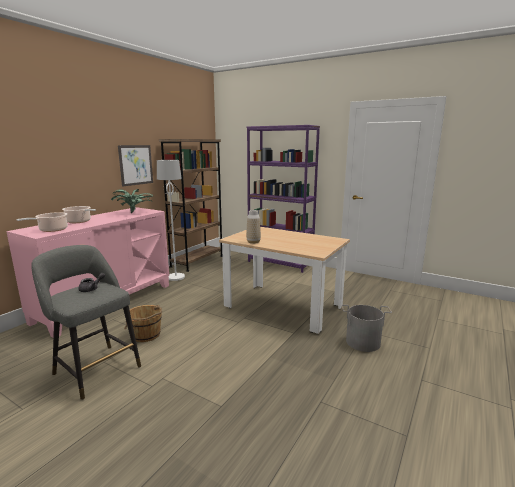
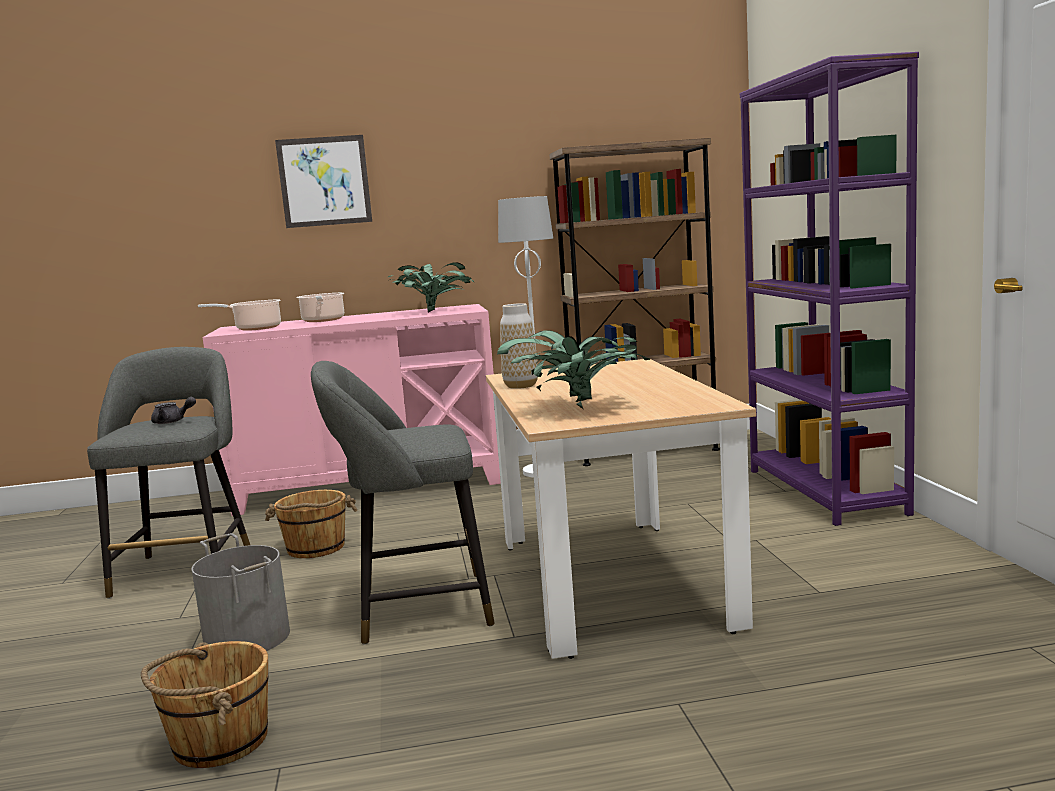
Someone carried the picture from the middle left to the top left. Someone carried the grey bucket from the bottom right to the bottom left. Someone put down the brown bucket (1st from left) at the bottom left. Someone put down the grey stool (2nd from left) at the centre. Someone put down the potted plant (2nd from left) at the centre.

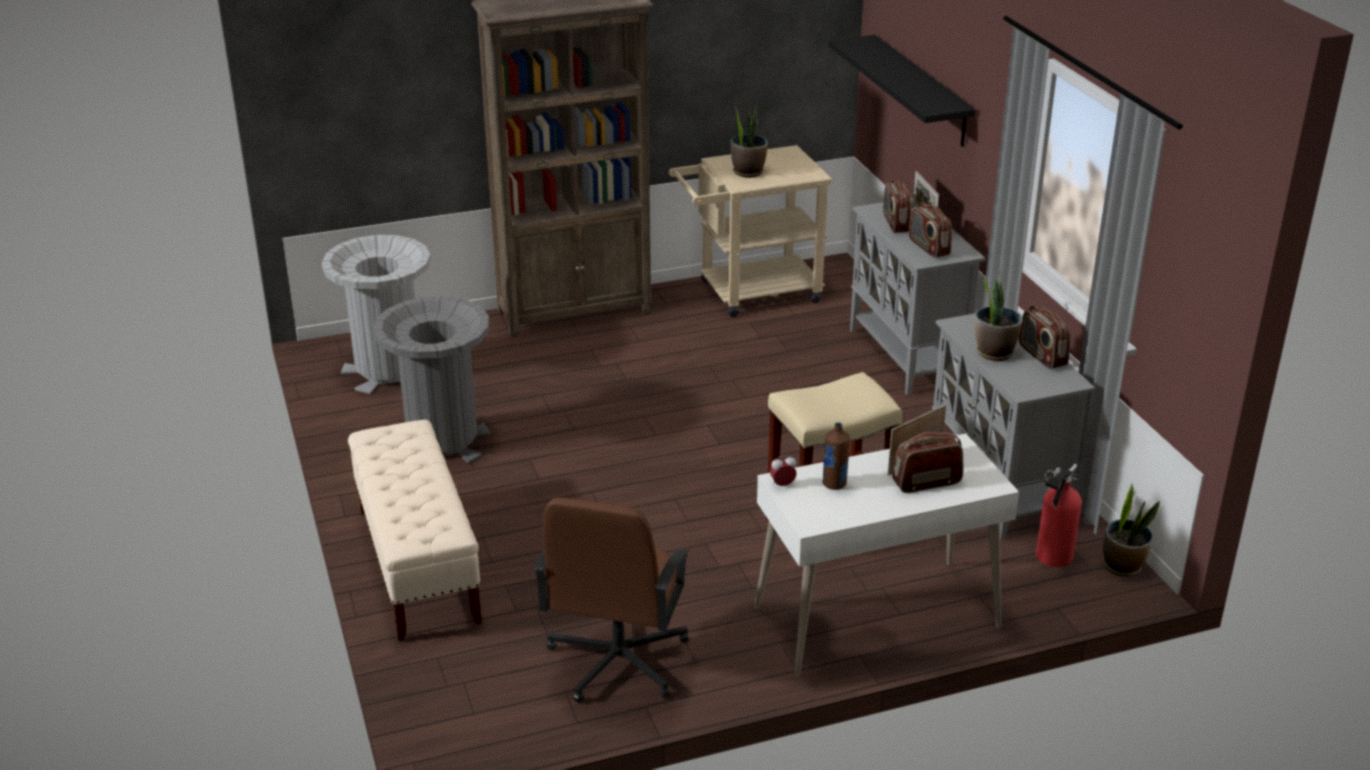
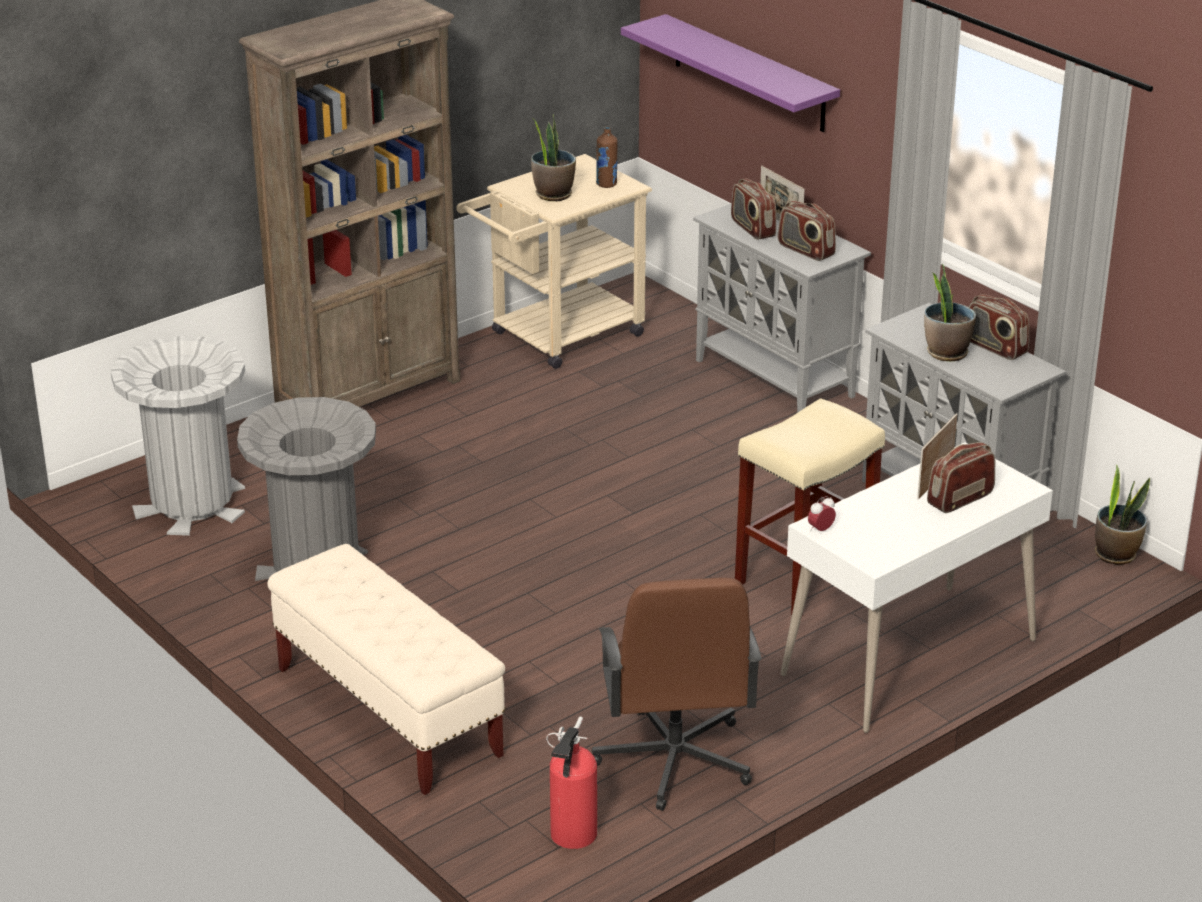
Someone carried the brown bottle from the centre to the top centre. Someone repainted the black shelf at the top centre, which became the purple shelf at the top centre. Someone carried the fire extinguisher from the bottom right to the bottom centre.

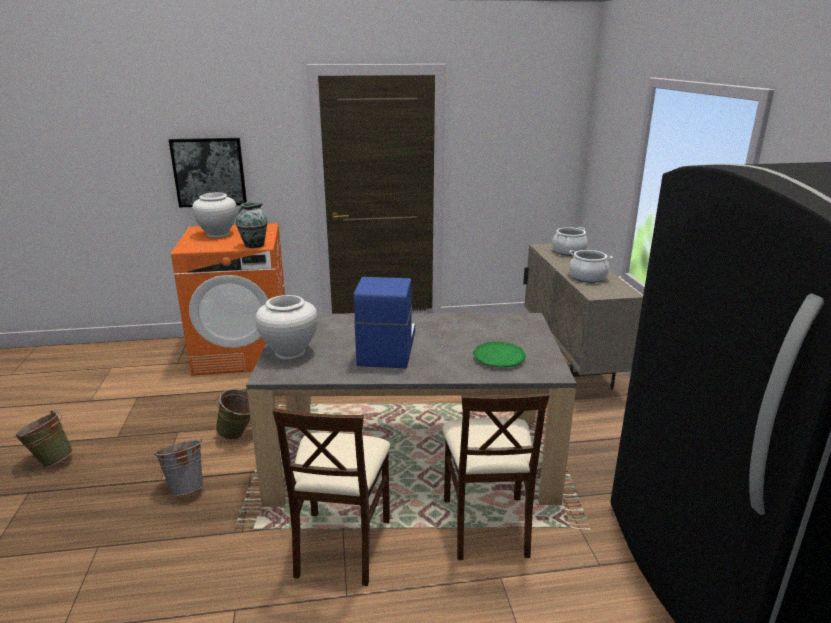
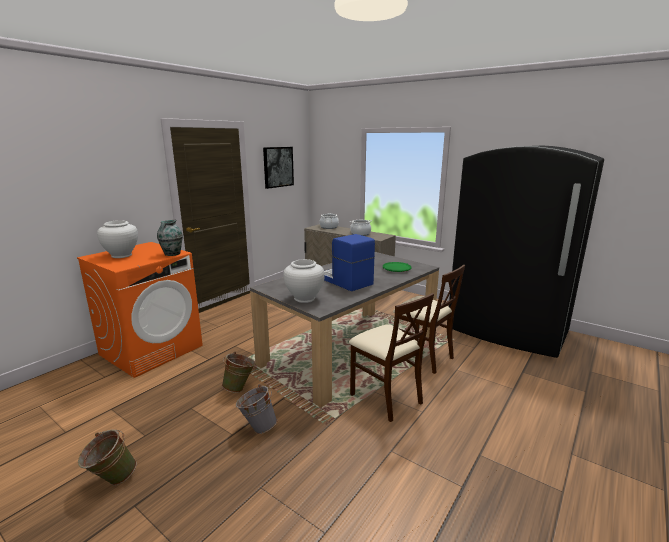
Someone carried the picture from the top left to the top centre.

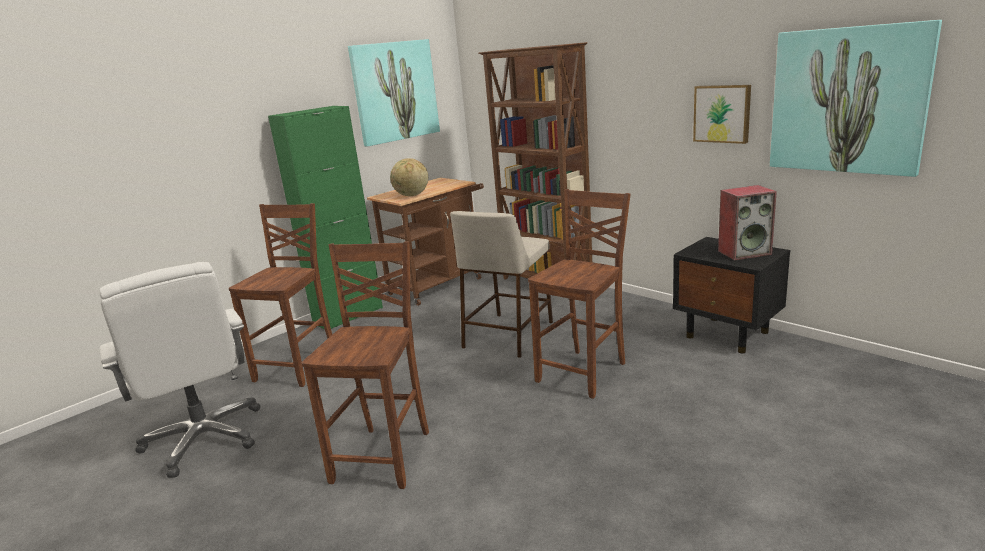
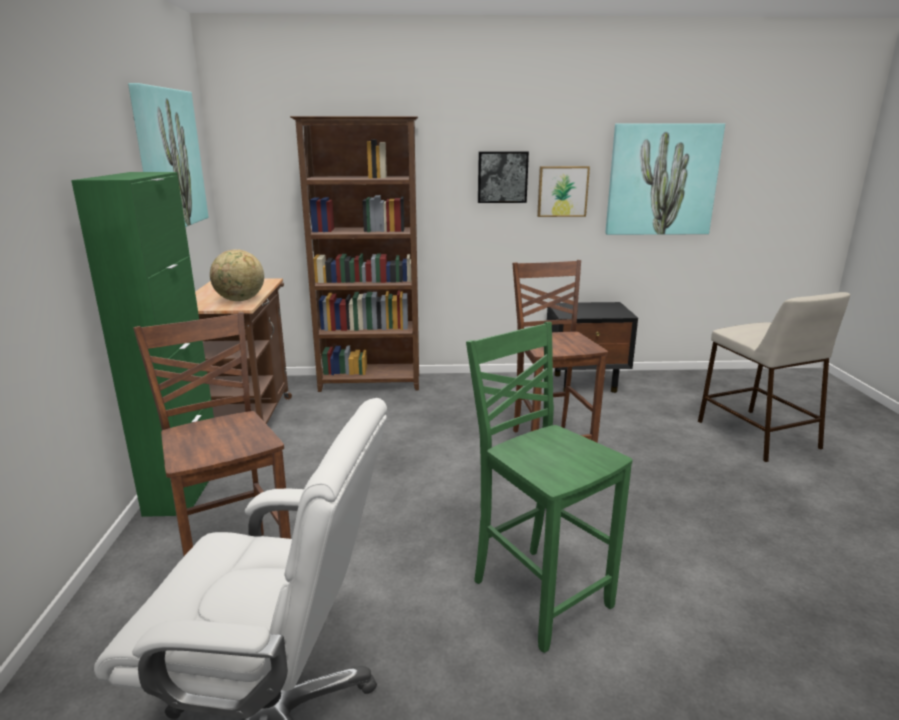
Someone repainted the brown chair (2nd from left) at the centre, which became the green chair at the bottom centre. Someone carried the beige stool from the centre to the middle right. Someone took away the speaker at the middle right. Someone put up the picture (2nd from left) at the top centre.

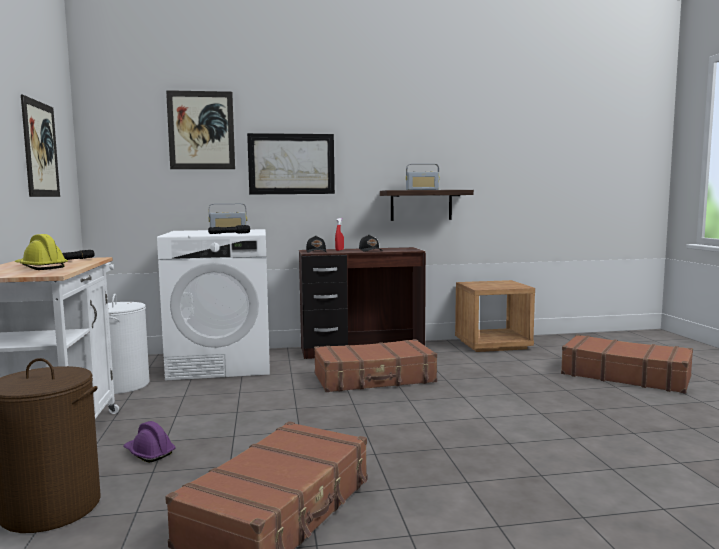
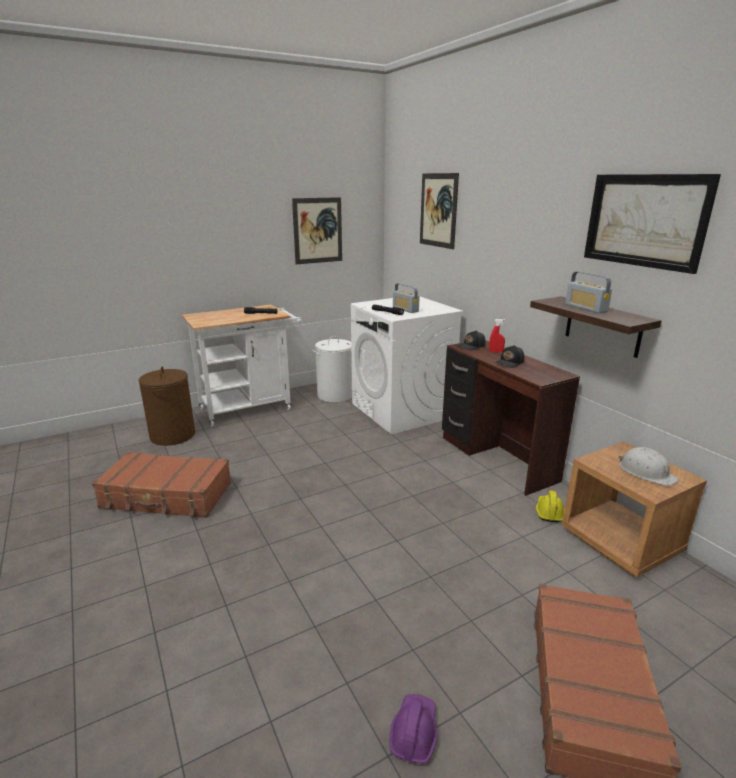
Someone carried the yellow hard hat from the middle left to the middle right. Someone carried the purple hard hat from the bottom left to the bottom centre. Someone carried the picture (3rd from left) from the top centre to the top right. Someone took away the brown suitcase (2nd from left) at the centre. Someone put down the white hard hat at the middle right.

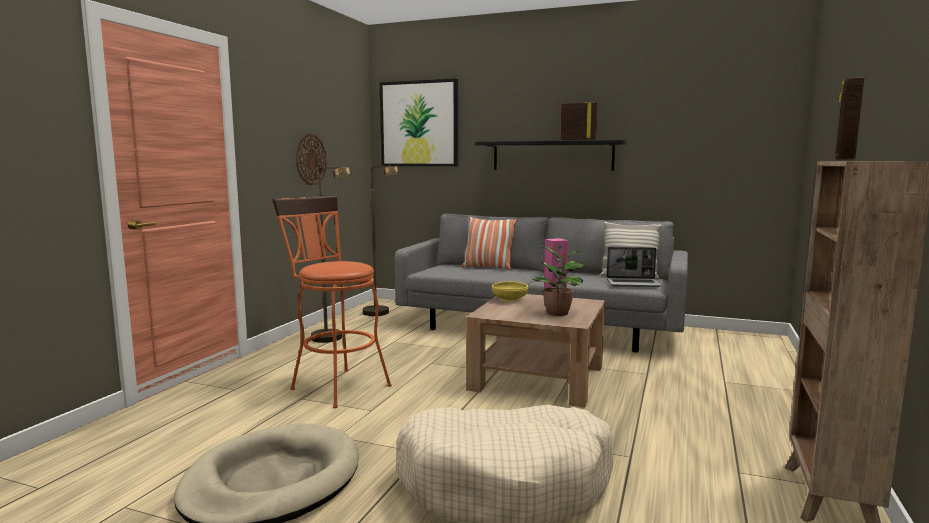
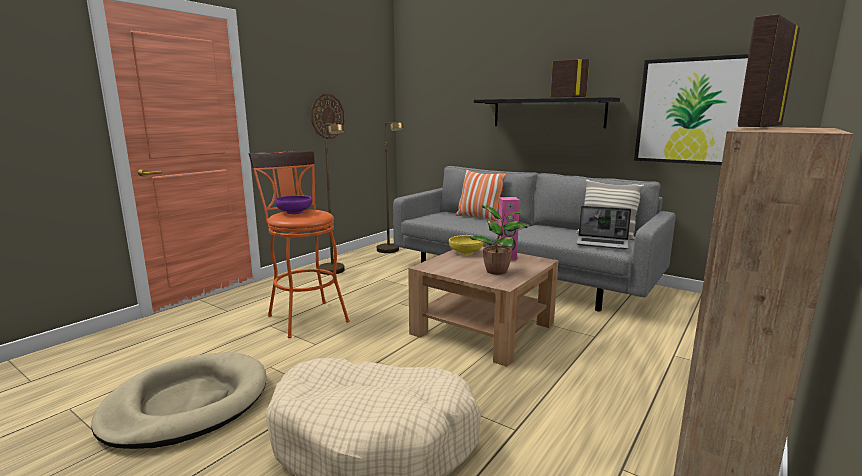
Someone carried the picture from the top centre to the top right. Someone put down the purple bowl at the centre.

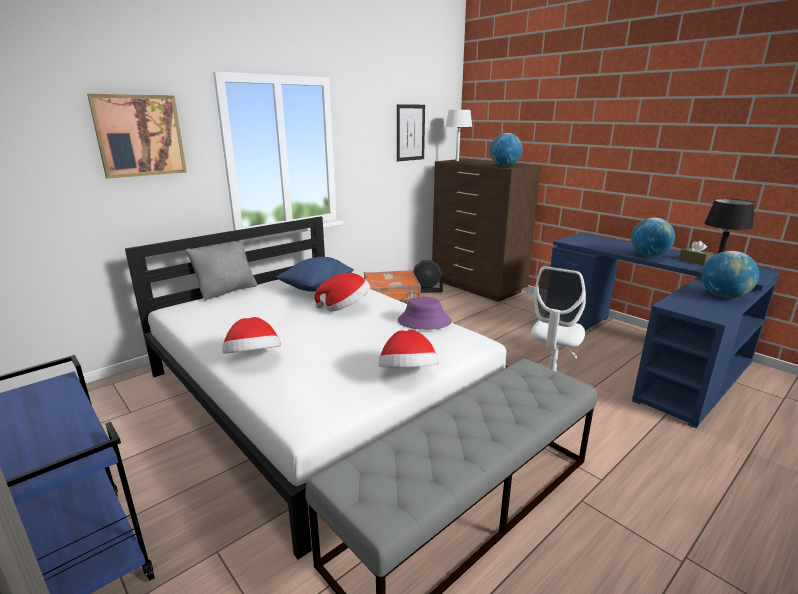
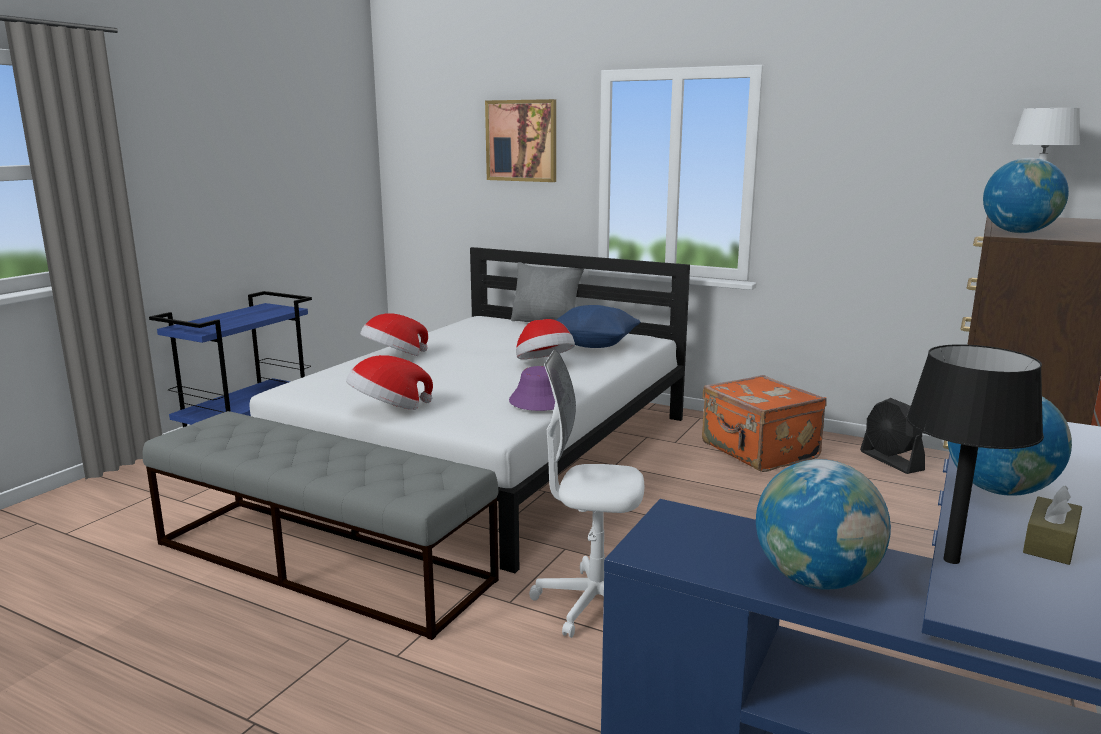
Someone took away the picture (2nd from left) at the top centre.

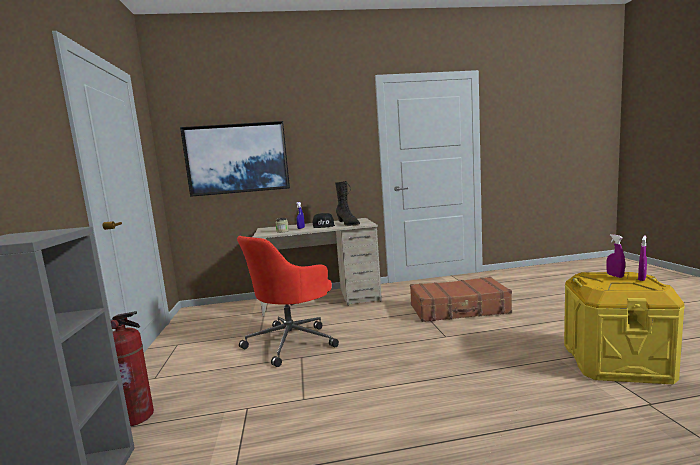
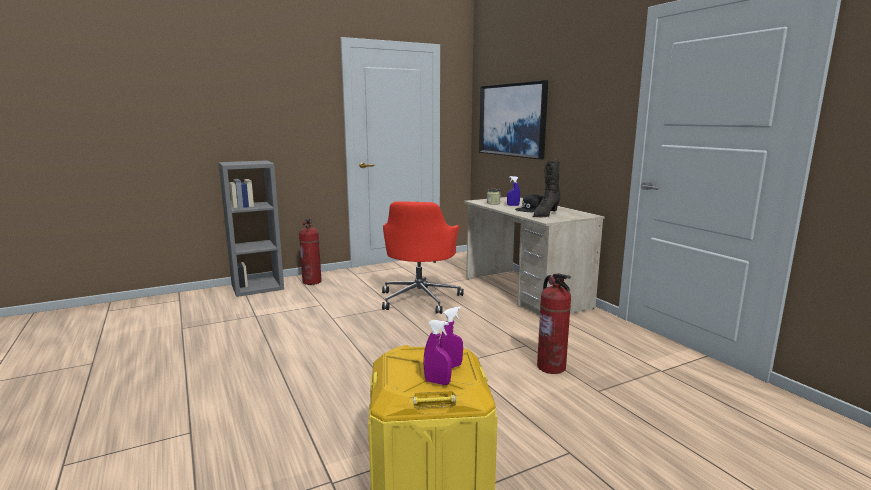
Someone rotated the red office chair at the centre by 105 degrees counterclockwise. Someone swapped the brown suitcase at the centre for the fire extinguisher (2nd from left) at the centre.

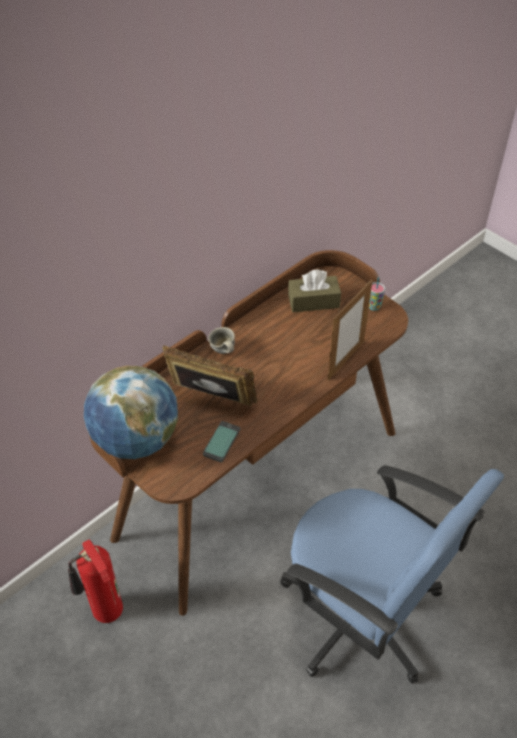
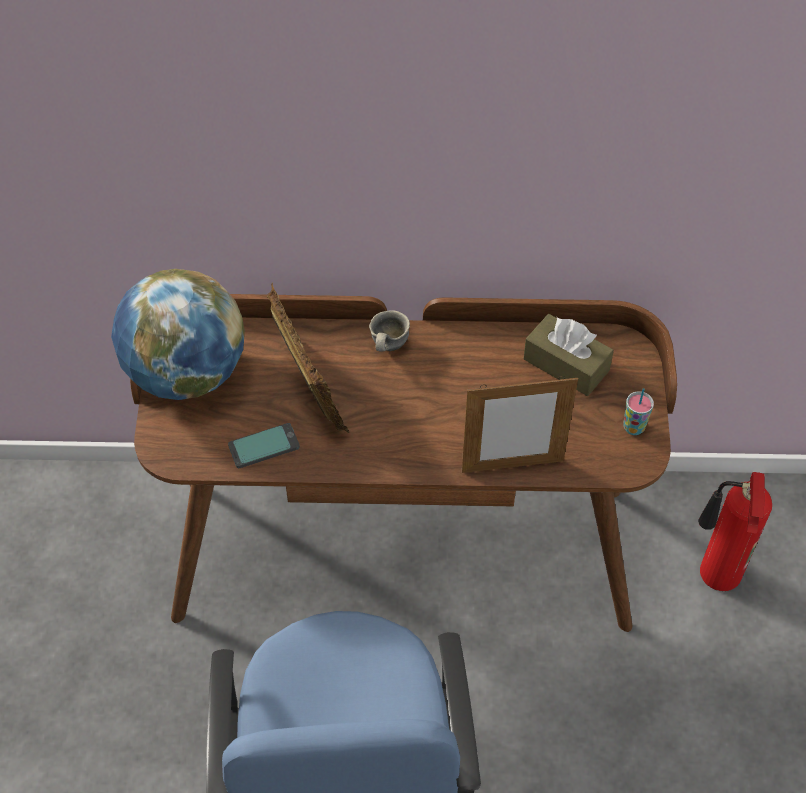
Someone carried the fire extinguisher from the bottom left to the bottom right.

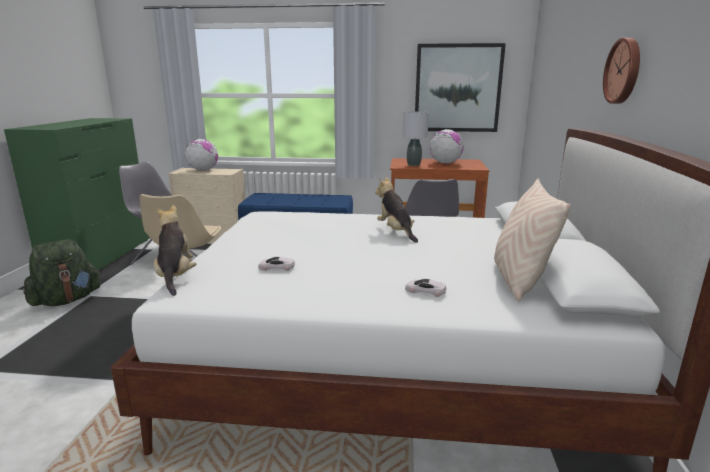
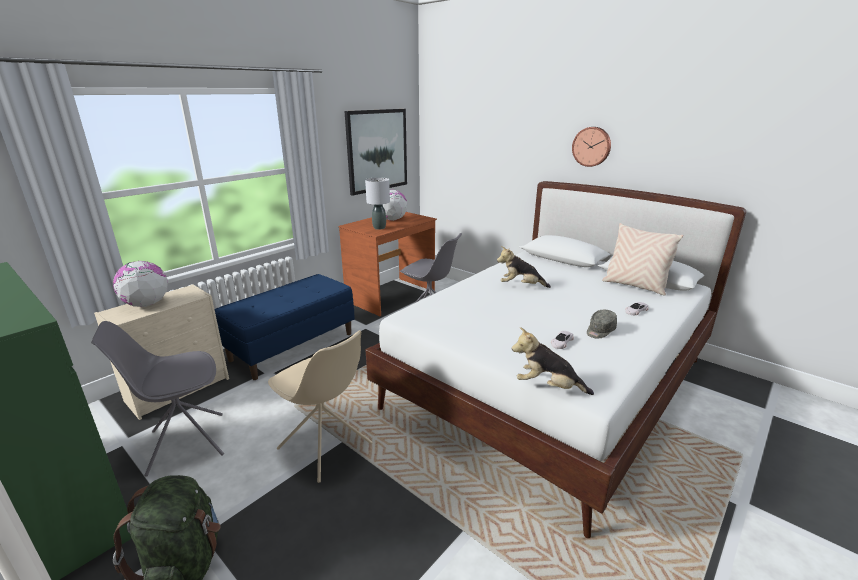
Someone put down the grey cap at the middle right.

